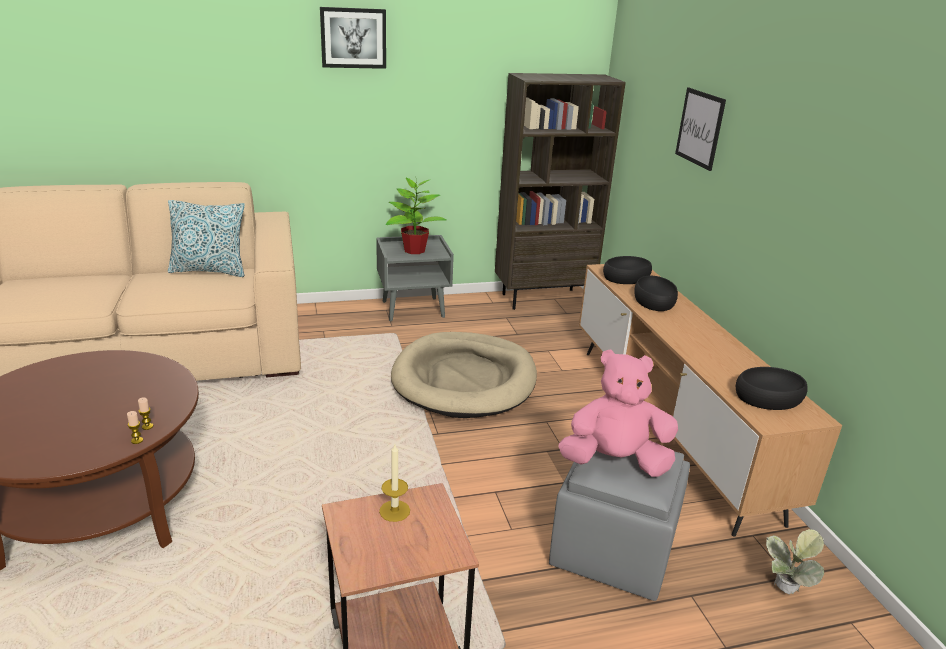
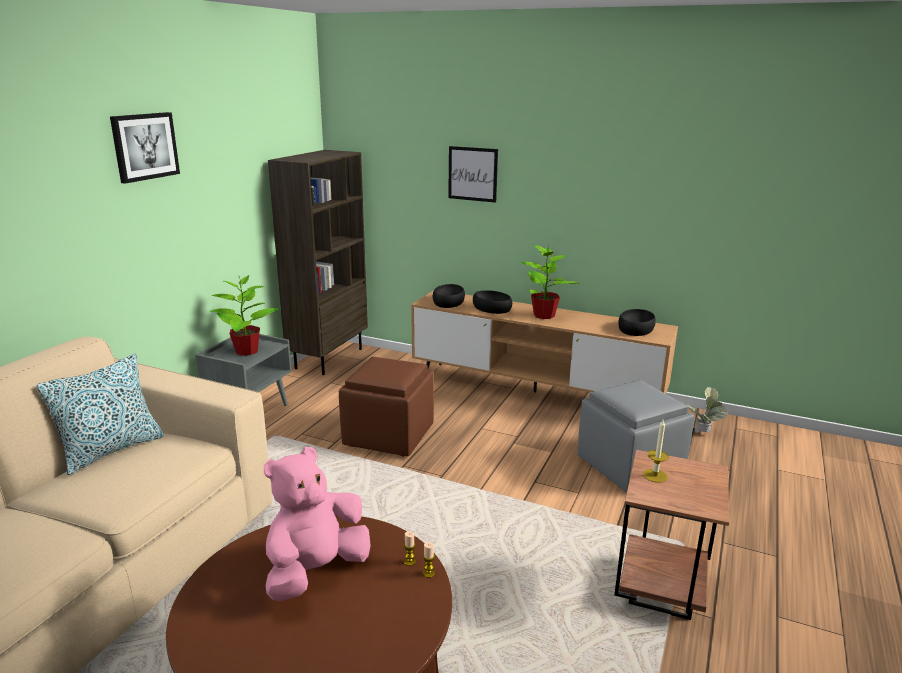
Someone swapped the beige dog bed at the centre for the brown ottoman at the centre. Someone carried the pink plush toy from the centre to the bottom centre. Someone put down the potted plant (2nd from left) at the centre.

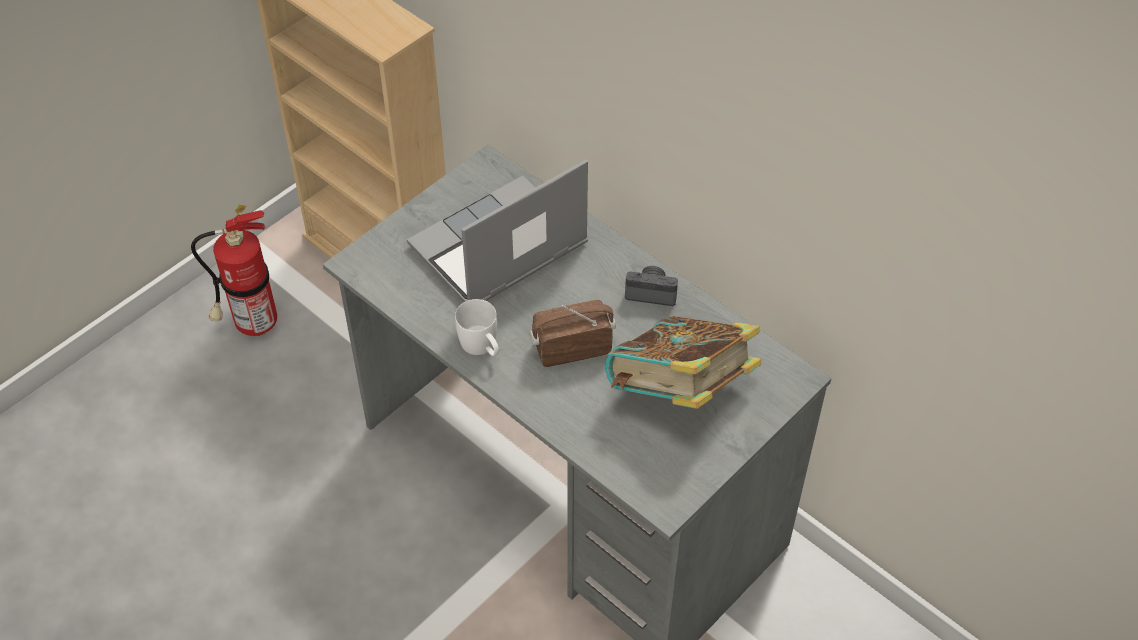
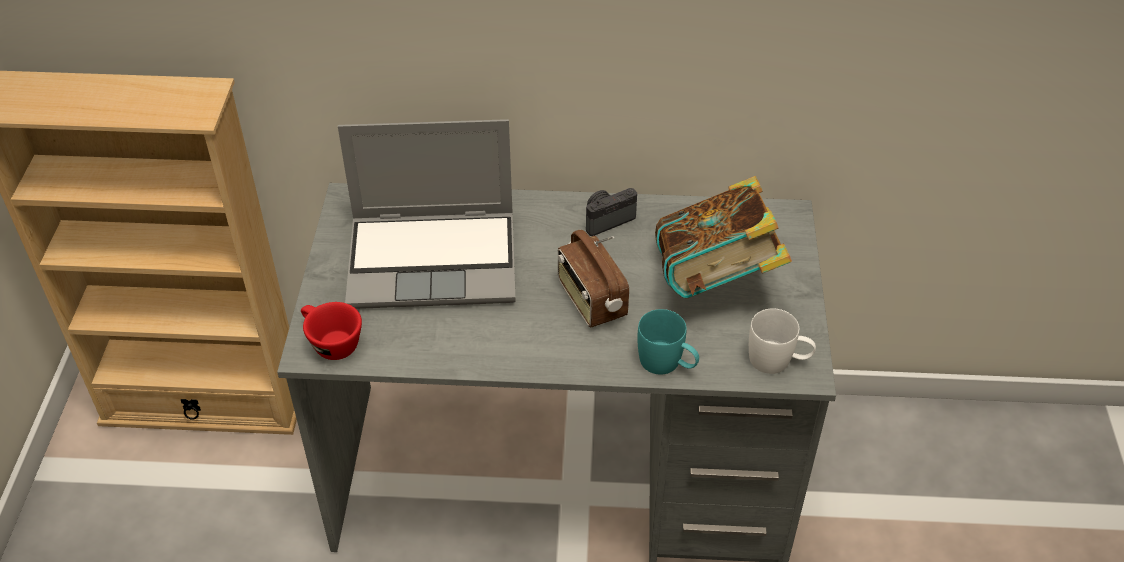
Someone took away the fire extinguisher at the middle left. Someone rotated the laptop at the centre by 105 degrees counterclockwise. Someone carried the white mug from the centre to the middle right. Someone rotated the radio at the centre by 60 degrees counterclockwise. Someone put down the red cup at the middle left. Someone put down the turquoise mug at the centre.

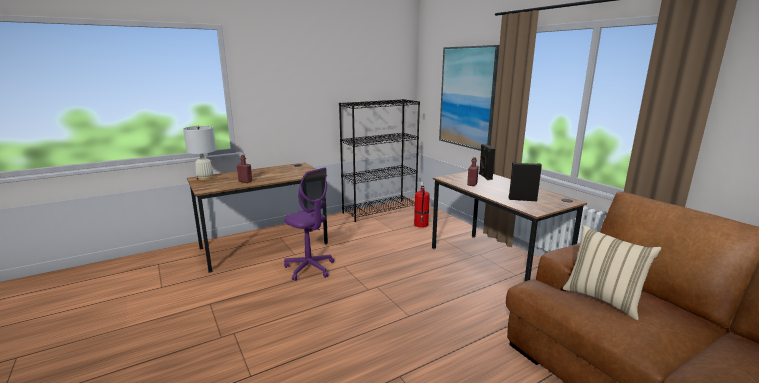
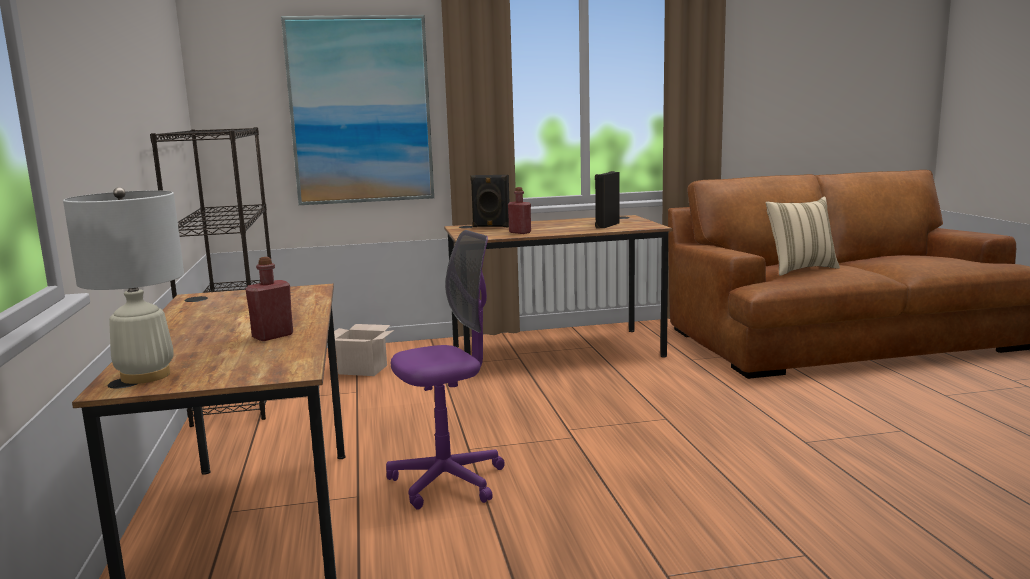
Someone swapped the fire extinguisher at the centre for the cardboard box at the centre.

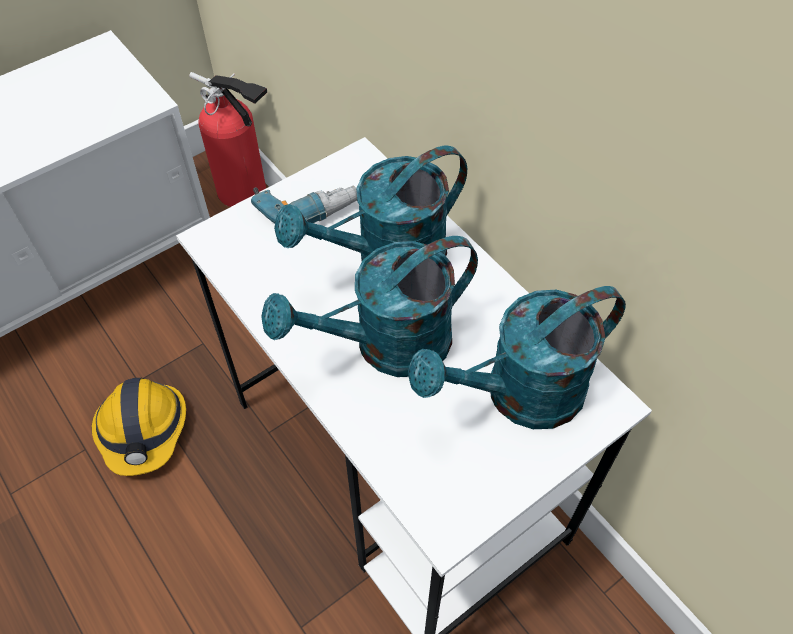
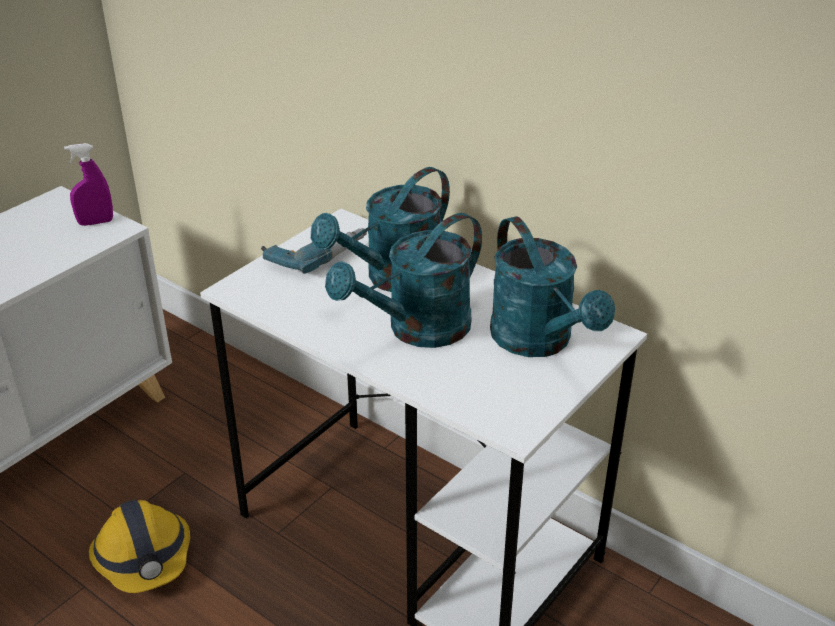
Someone took away the fire extinguisher at the top left. Someone rotated the turquoise watering can (3rd from left) at the centre by 75 degrees counterclockwise. Someone put down the purple spray bottle at the top left.

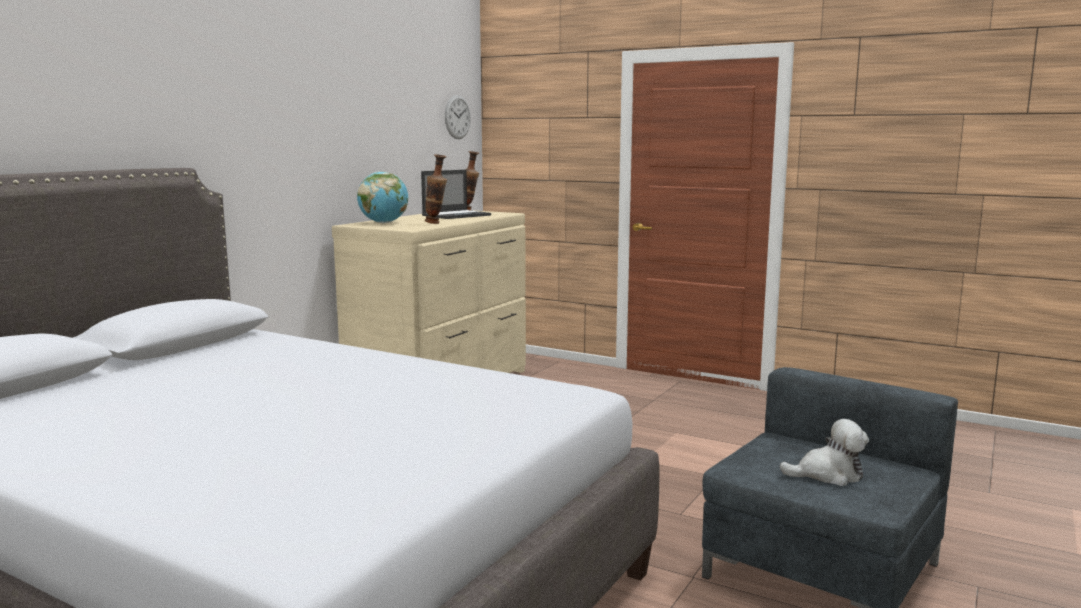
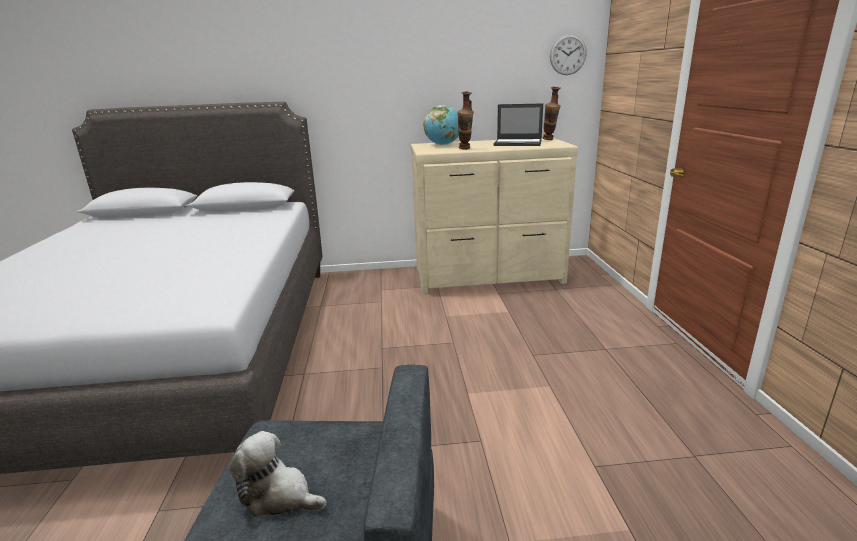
Someone rotated the plush toy at the bottom right by 150 degrees clockwise.

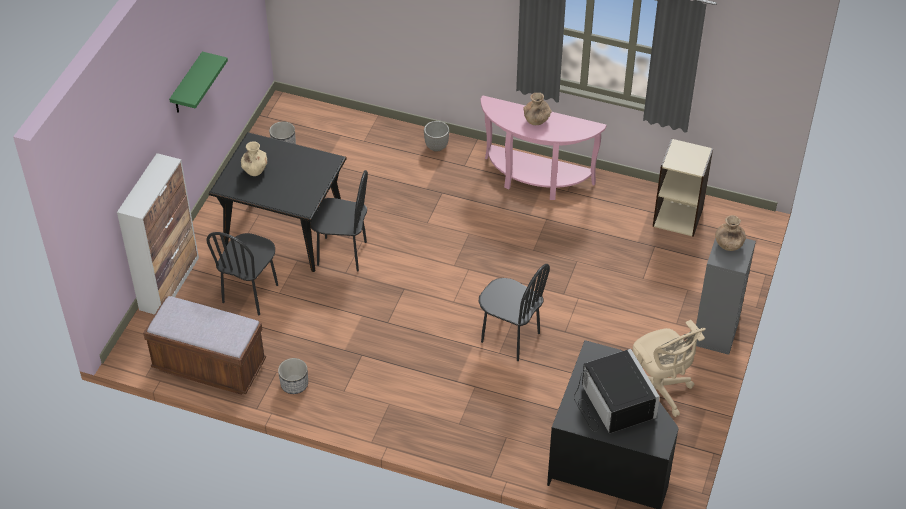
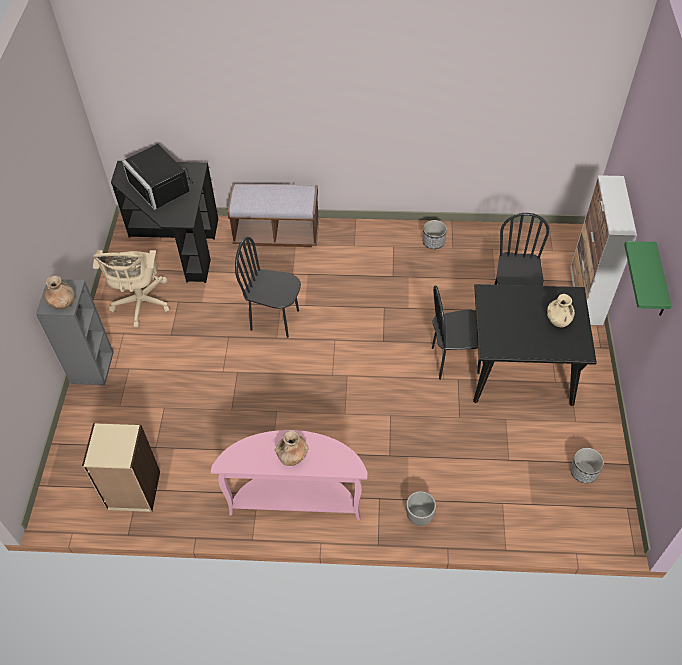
Someone carried the brown bench from the bottom left to the top centre. Someone rotated the beige office chair at the bottom right by 135 degrees counterclockwise.

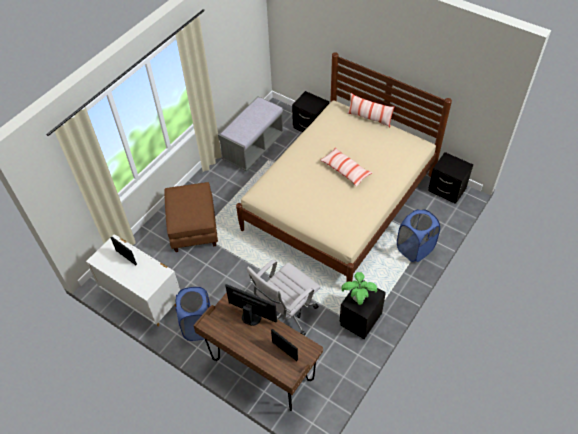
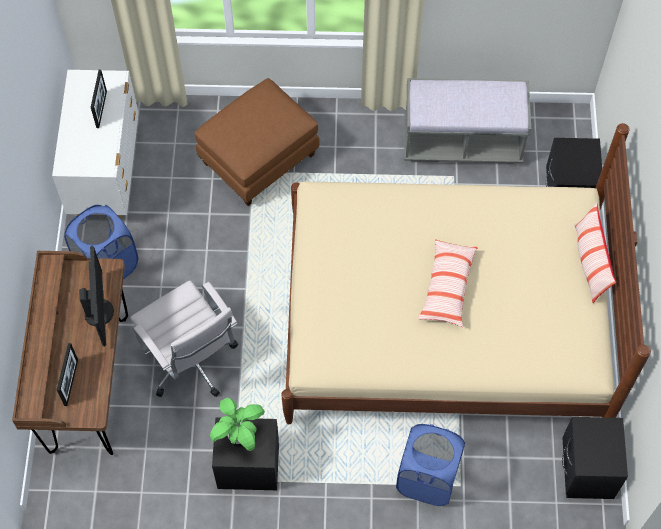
Someone rotated the white office chair at the bottom centre by 135 degrees counterclockwise.

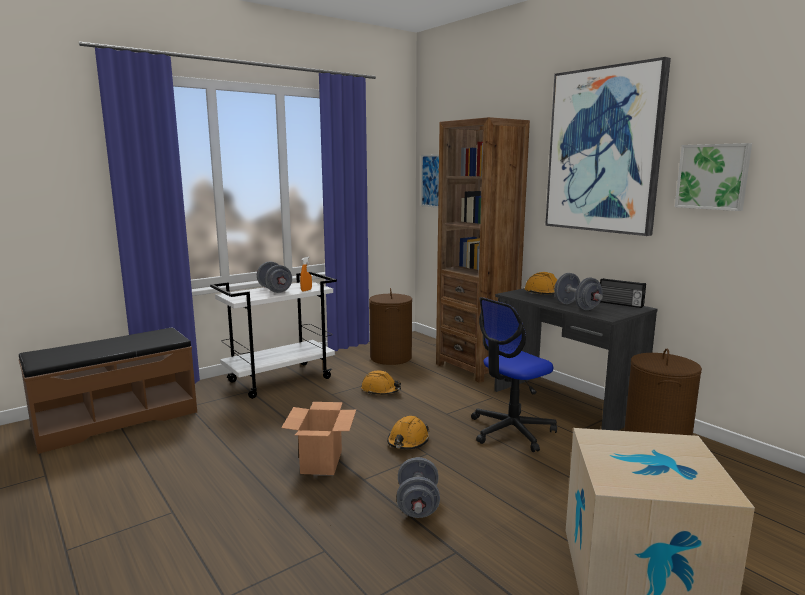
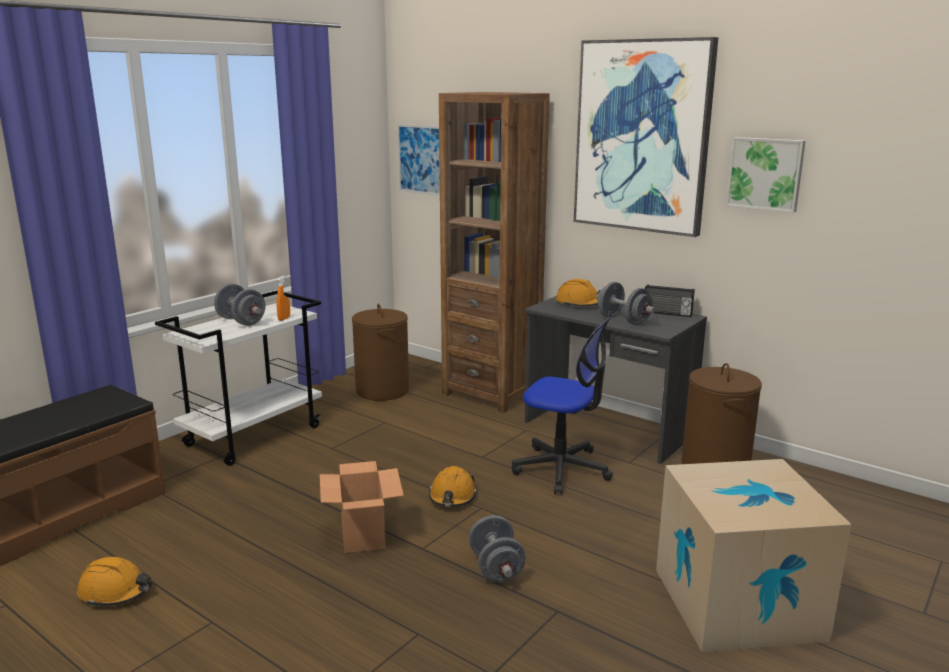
Someone carried the orange hard hat (1st from left) from the centre to the bottom left. Someone rotated the office chair at the centre by 105 degrees counterclockwise.

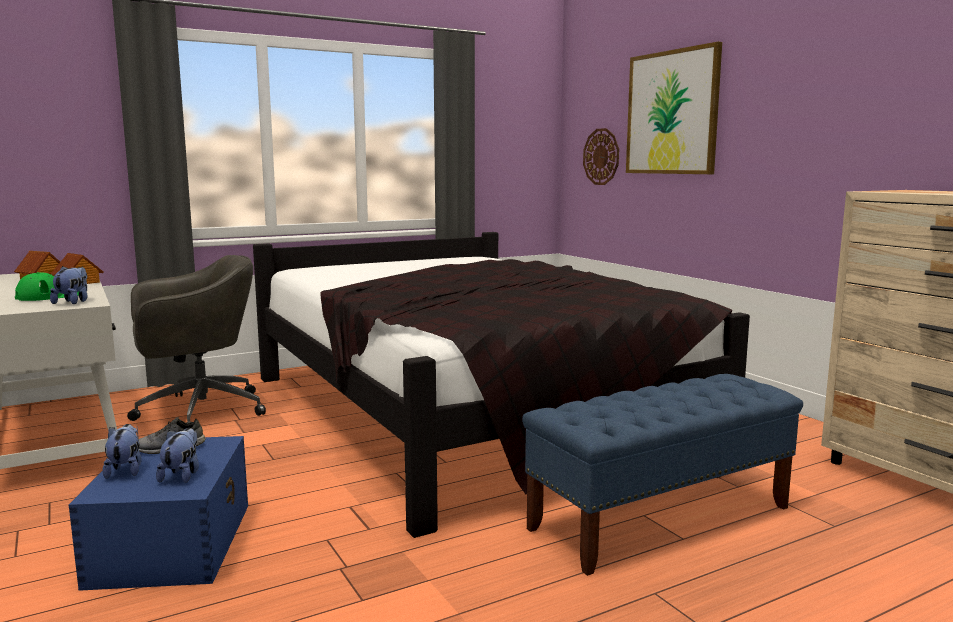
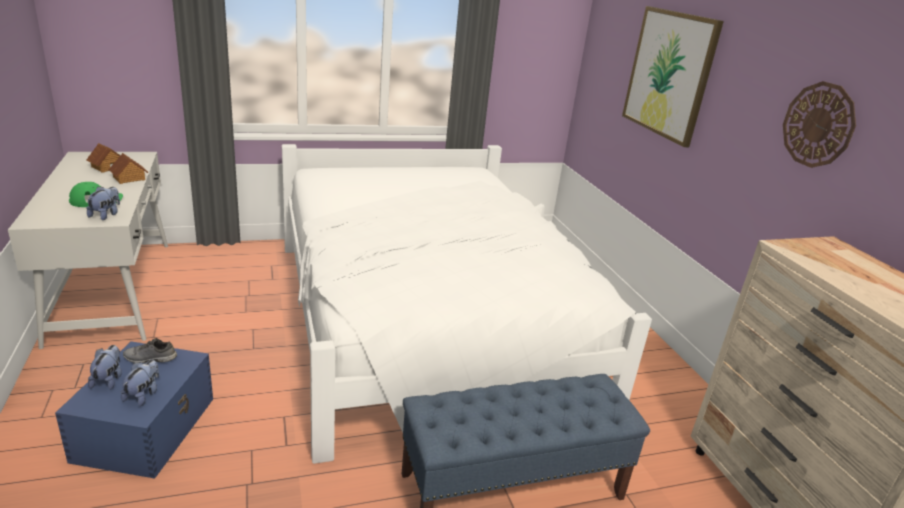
Someone took away the grey office chair at the middle left. Someone repainted the black bed at the centre, which became the white bed at the centre. Someone carried the wall clock from the top centre to the top right.

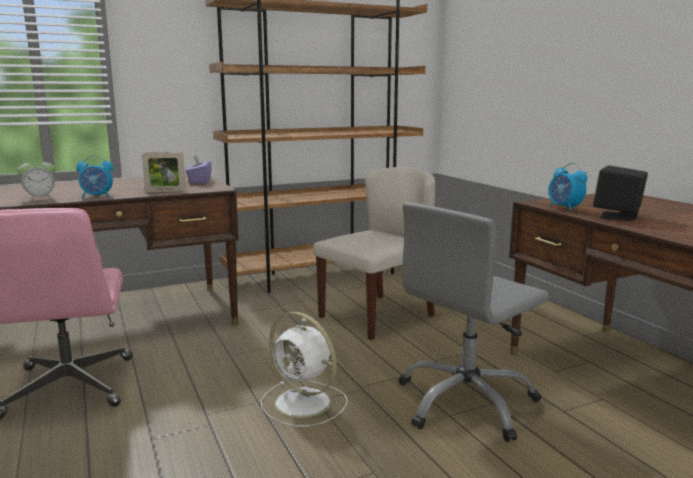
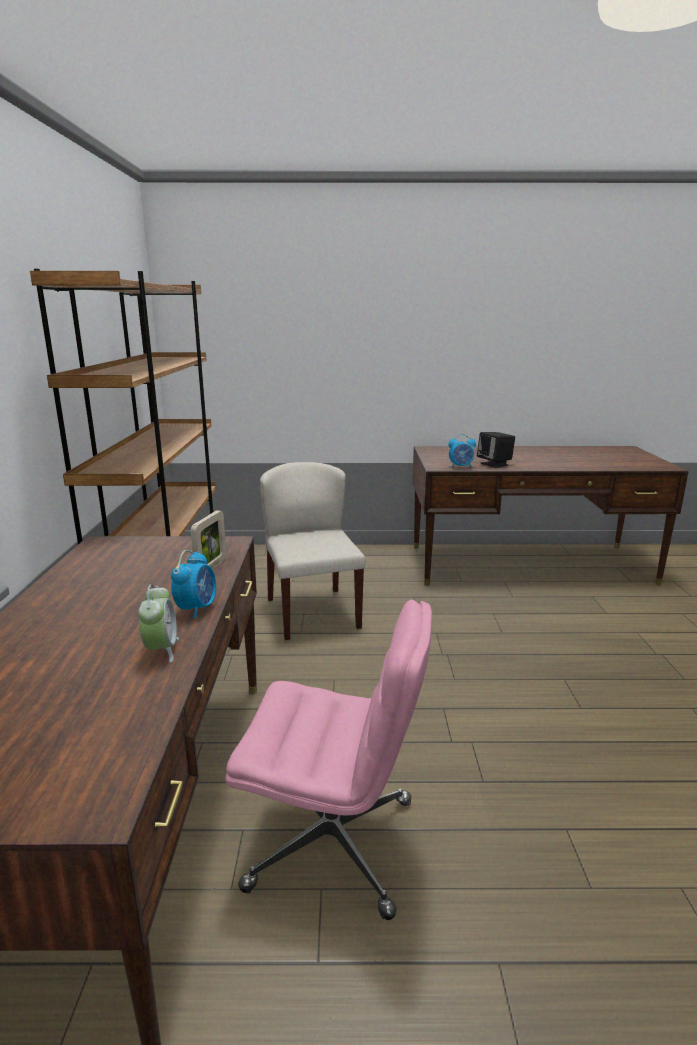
Someone took away the purple tissue box at the middle left. Someone took away the white fan at the bottom centre. Someone took away the grey office chair at the bottom right.

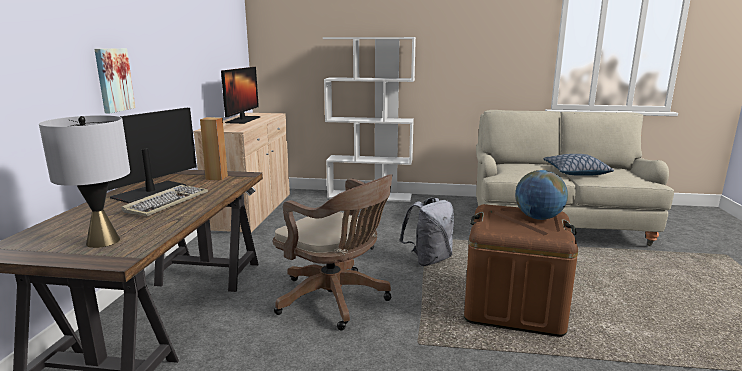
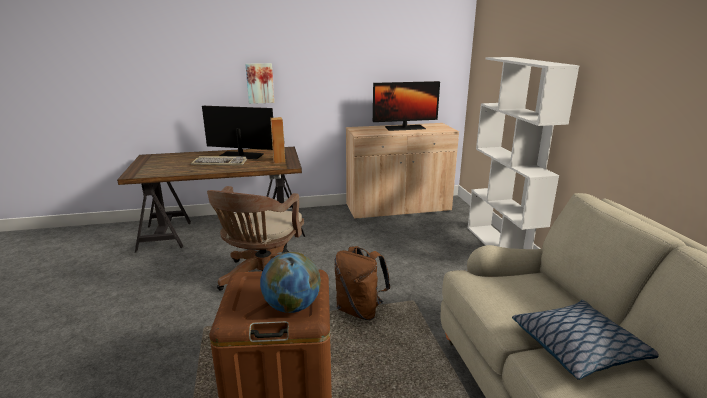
Someone took away the grey table lamp at the middle left. Someone repainted the grey backpack at the centre, which became the brown backpack at the bottom centre.

